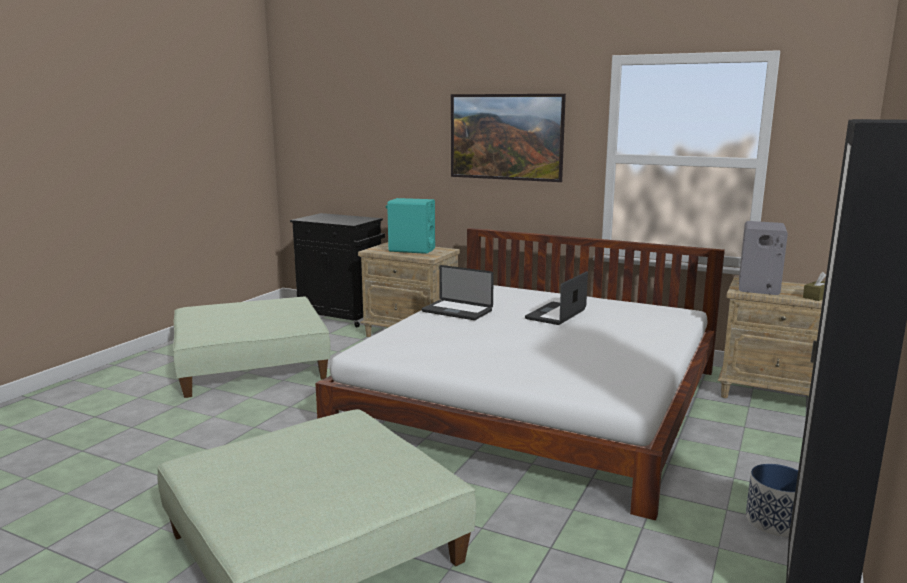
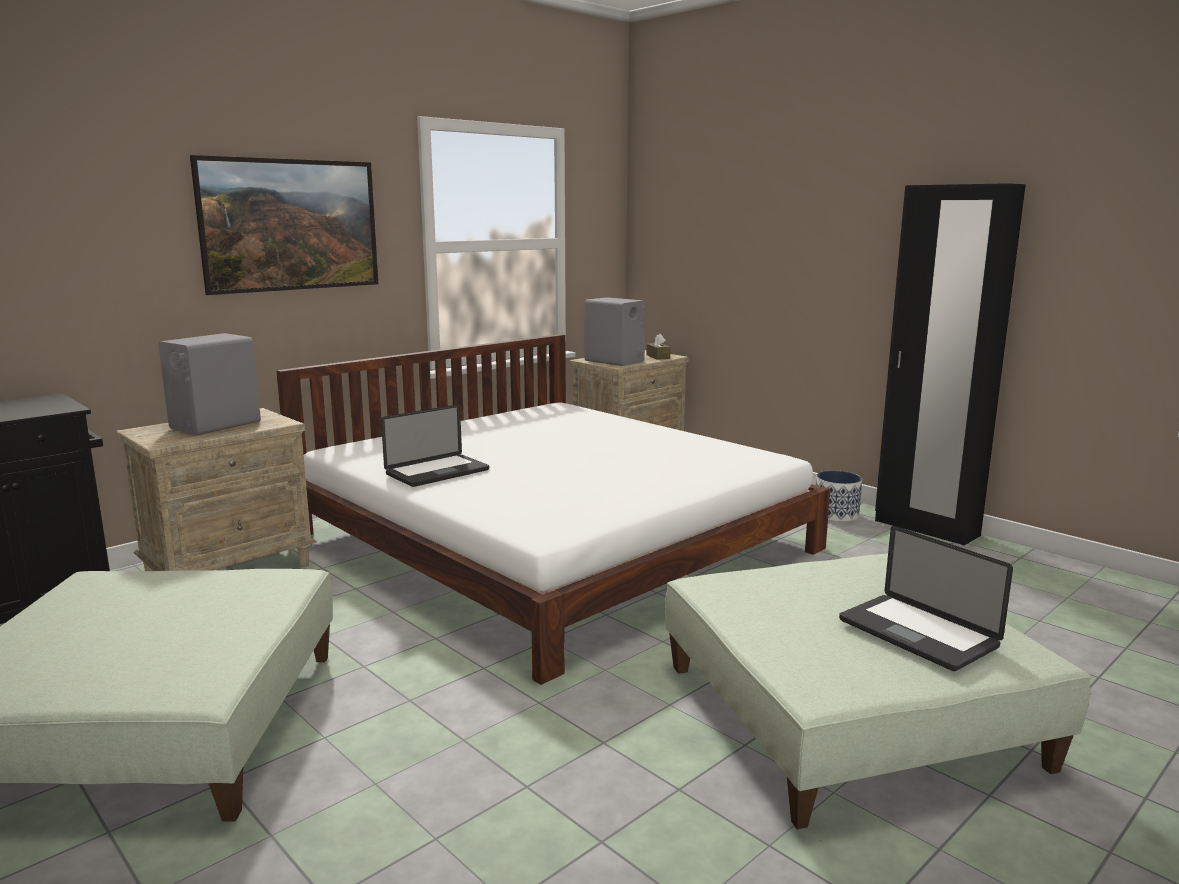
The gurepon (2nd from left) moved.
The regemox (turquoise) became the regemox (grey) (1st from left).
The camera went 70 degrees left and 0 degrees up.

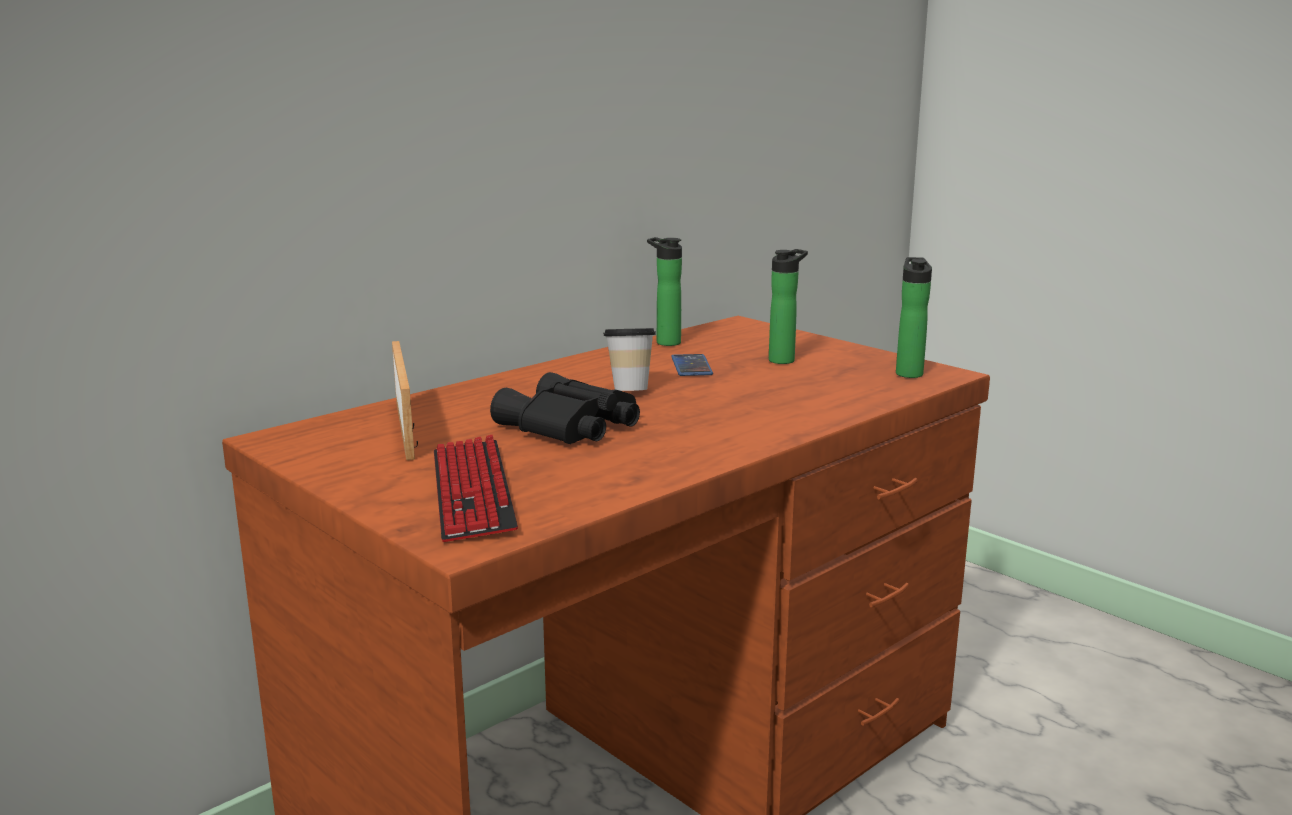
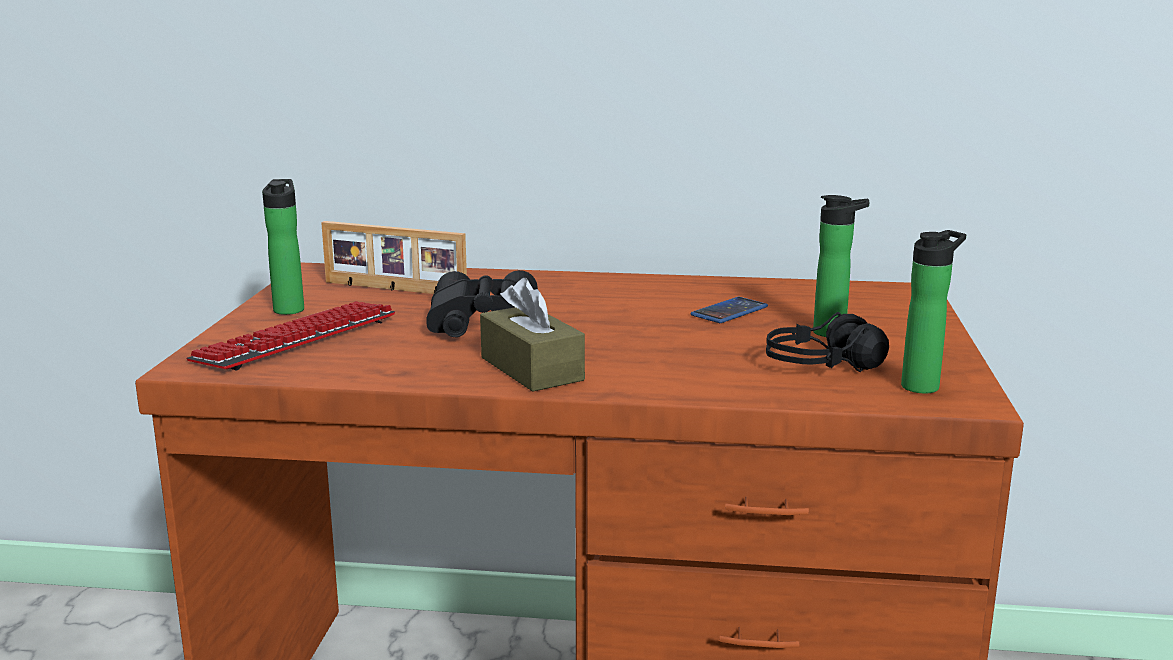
The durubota disappeared.
The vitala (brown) appeared.
The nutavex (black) appeared.
The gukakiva (1st from left) moved.
The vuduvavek turned 75 degrees clockwise.
The camera went 50 degrees right and 0 degrees up.

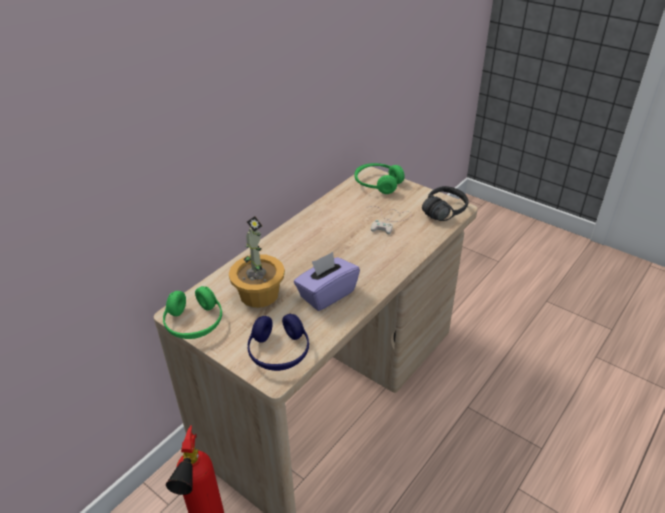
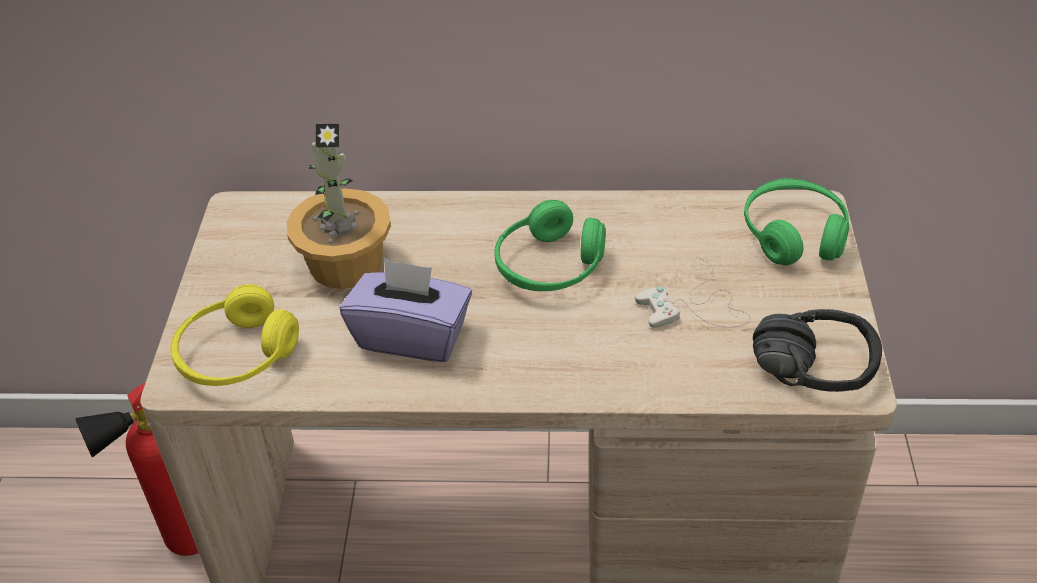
The nutavex (green) (1st from left) moved.
The nutavex (blue) became the nutavex (yellow).
The camera went 55 degrees right and 5 degrees up.

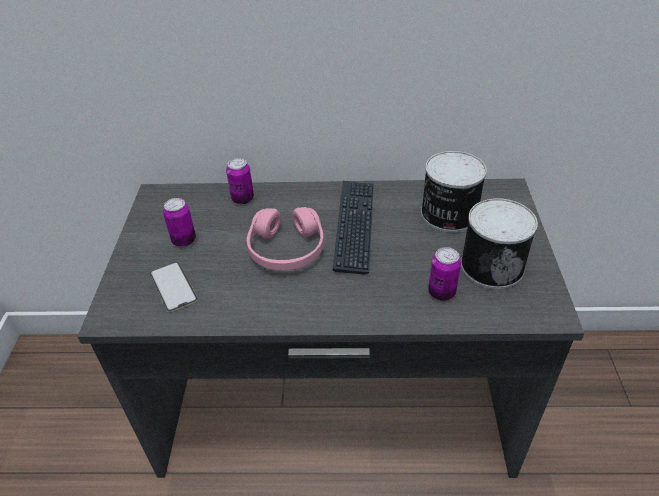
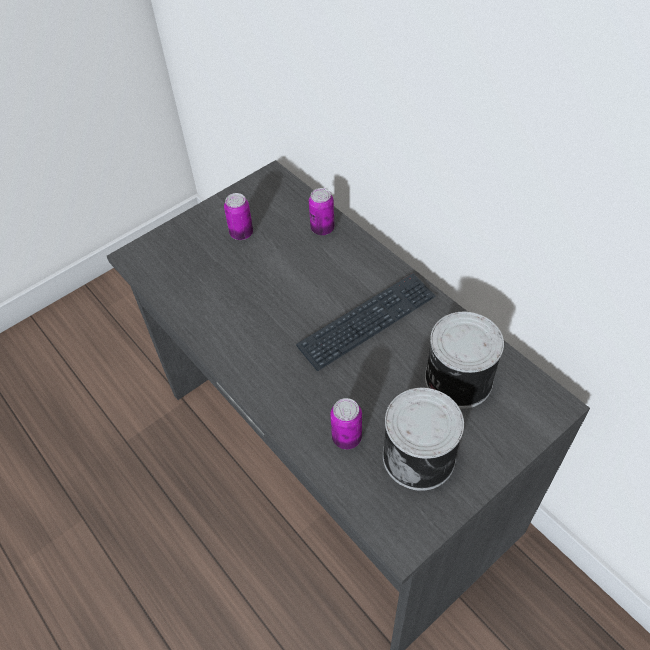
The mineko disappeared.
The nutavex (pink) disappeared.
The camera went 50 degrees right and 10 degrees up.

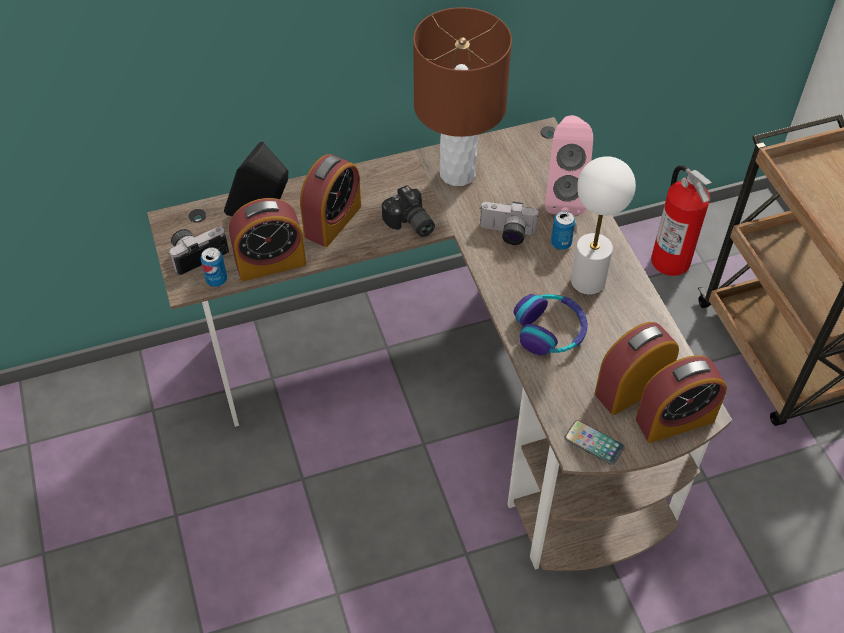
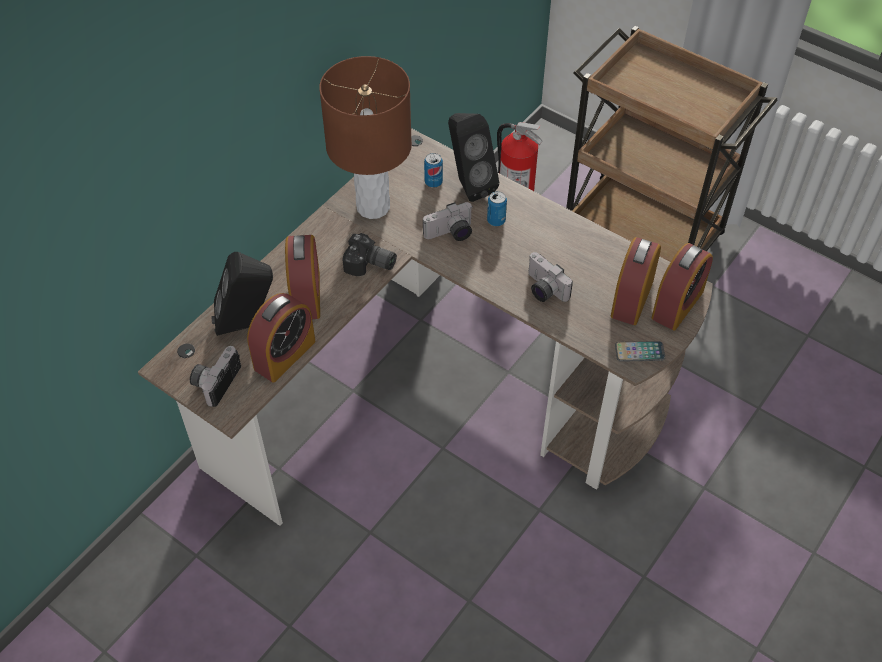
The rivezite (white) disappeared.
The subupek (1st from left) moved.
The nutavex was replaced by the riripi (4th from left).
The regemox (pink) became the regemox (black) (2nd from left).
The camera went 35 degrees left and 0 degrees up.

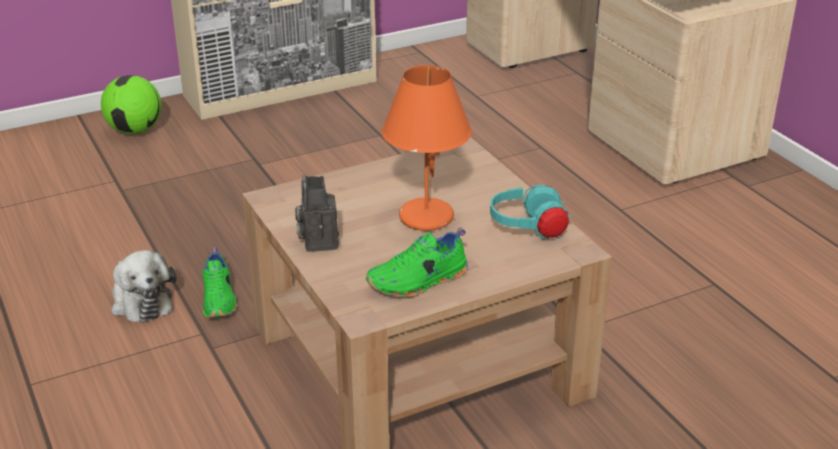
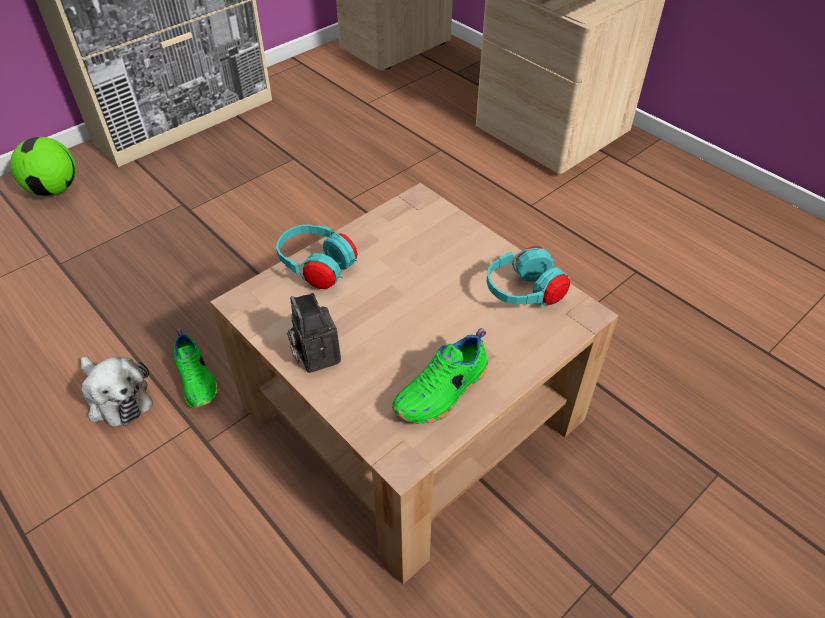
The rivezite (orange) disappeared.
The nutavex (turquoise) (1st from left) appeared.
The camera went 15 degrees left and 15 degrees up.

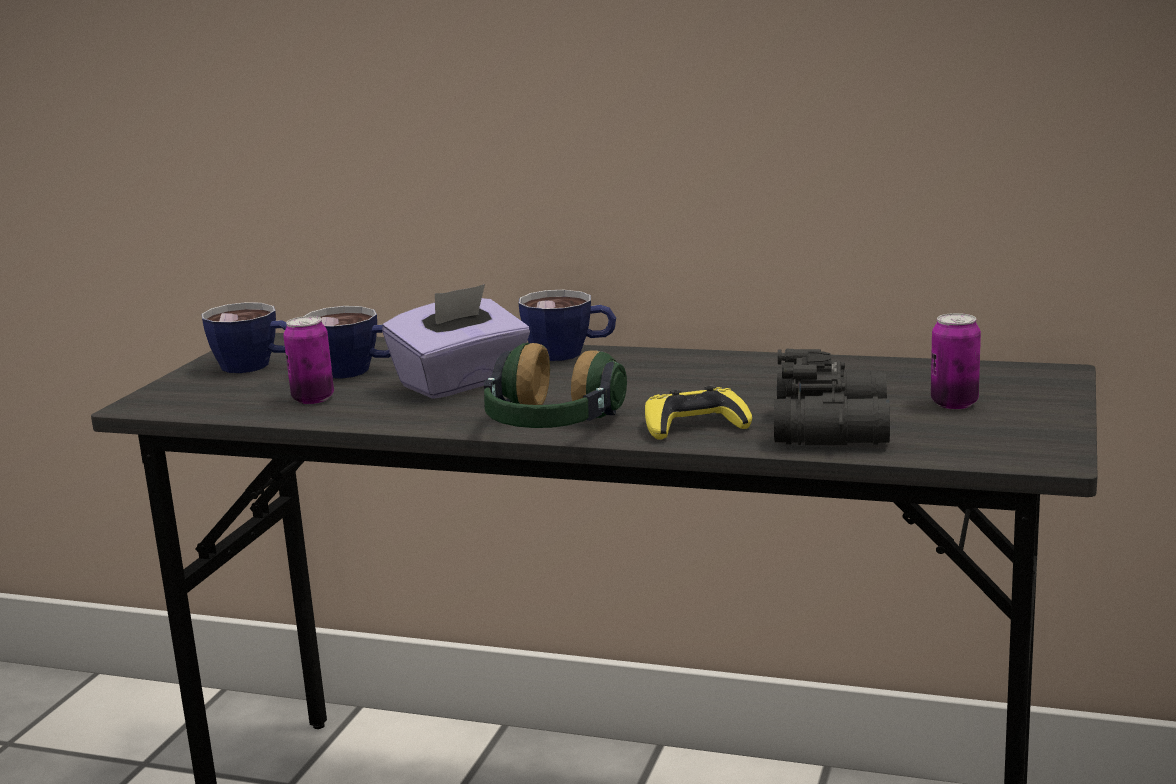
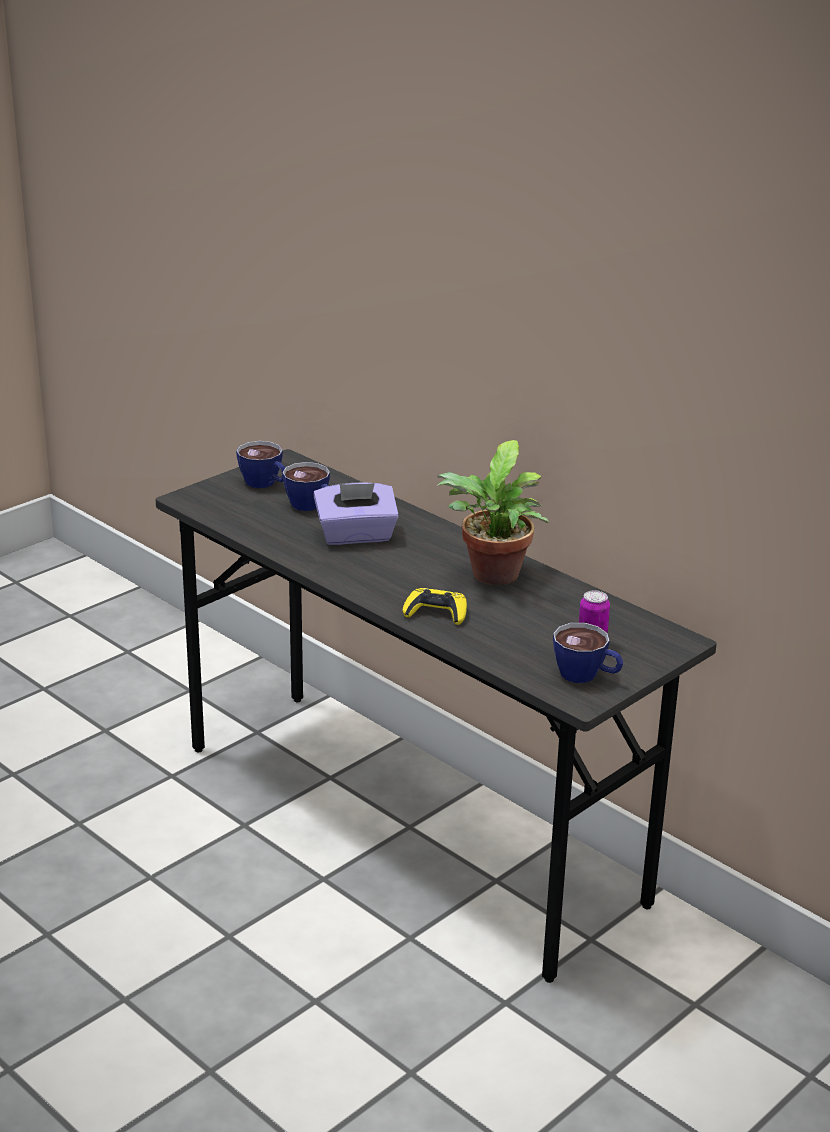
The subupek (1st from left) disappeared.
The nutavex disappeared.
The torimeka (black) disappeared.
The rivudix appeared.
The durubota (3rd from left) moved.
The camera went 25 degrees right and 10 degrees up.

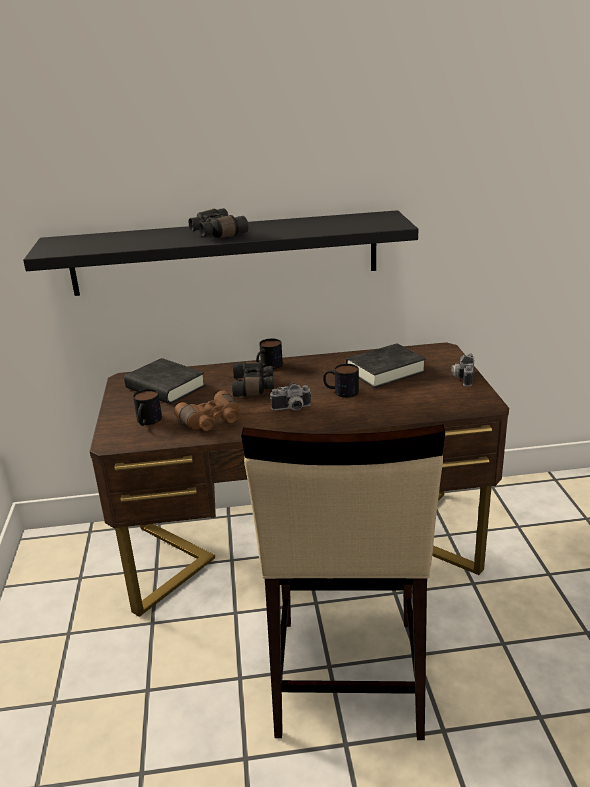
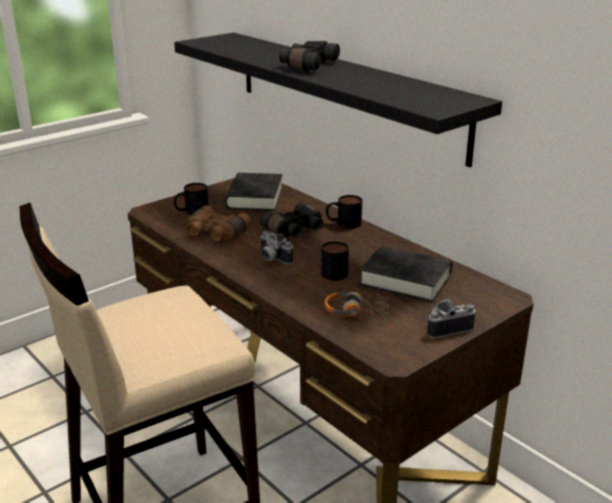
The nutavex appeared.
The camera went 55 degrees right and 0 degrees up.

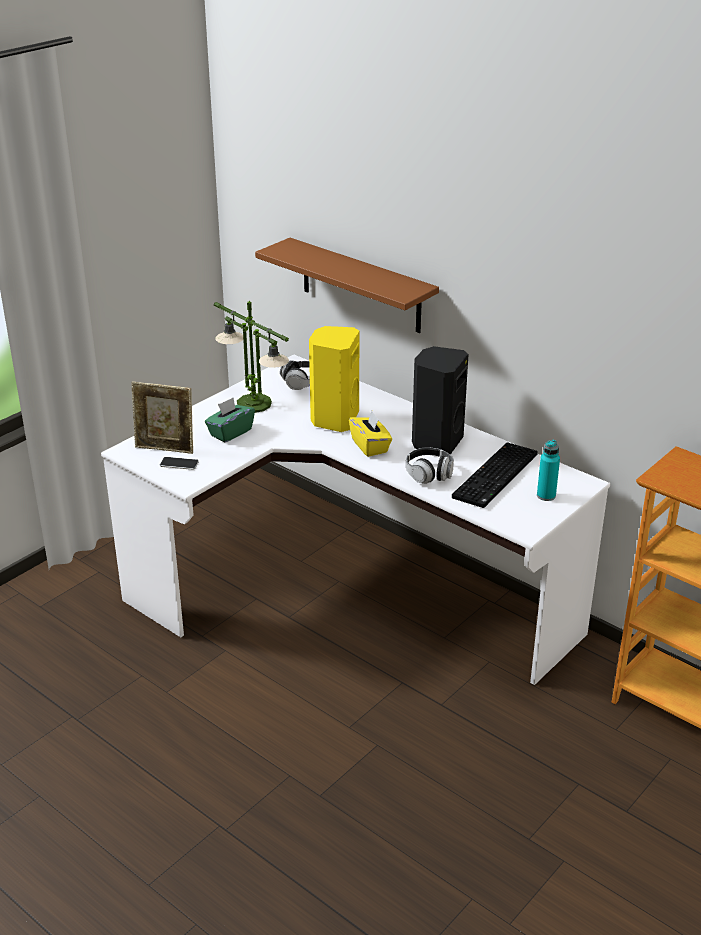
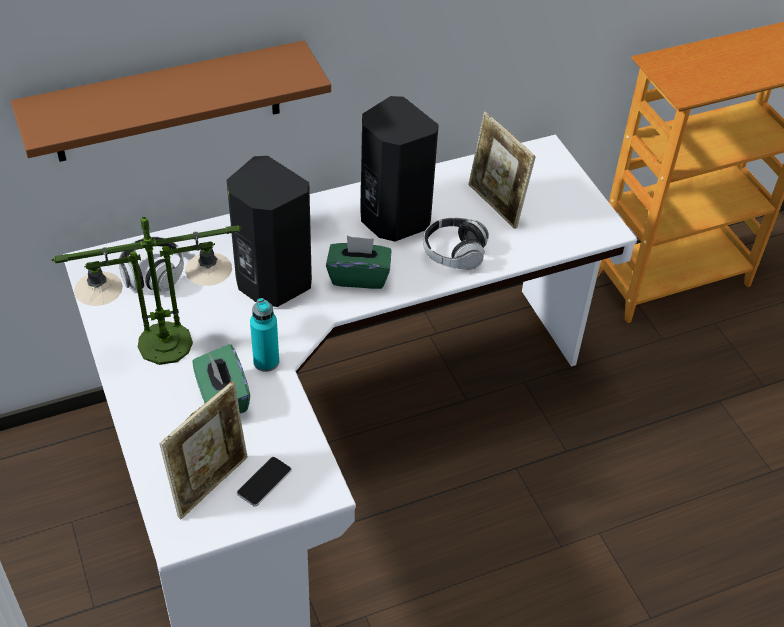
The gukakiva (turquoise) moved.
The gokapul was replaced by the vuduvavek (2nd from left).
The regemox (yellow) became the regemox (black) (1st from left).
The vitala (yellow) became the vitala (green) (2nd from left).
The camera went 65 degrees left and 15 degrees up.

